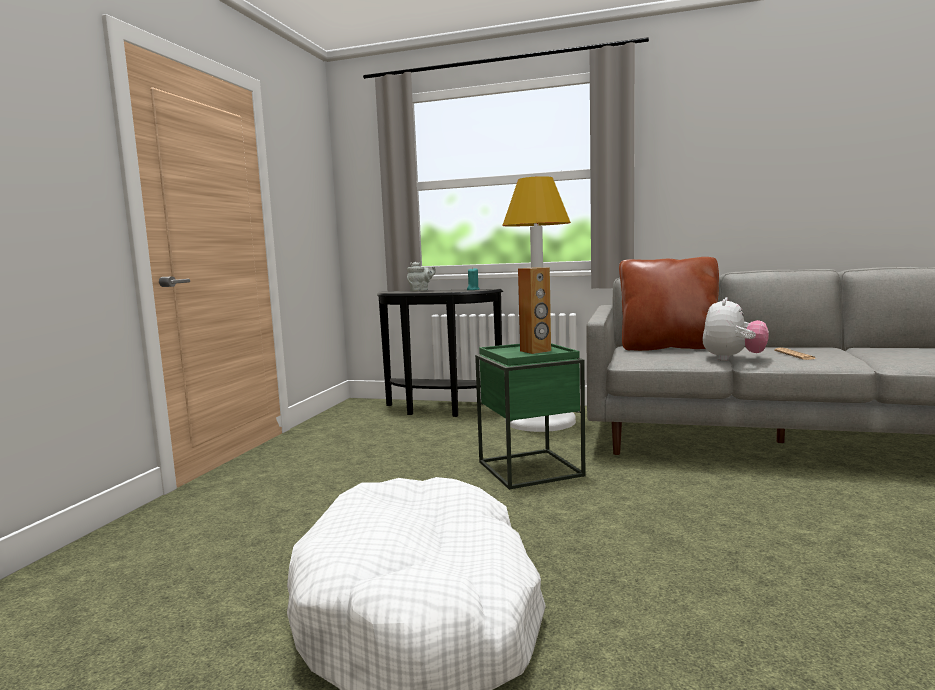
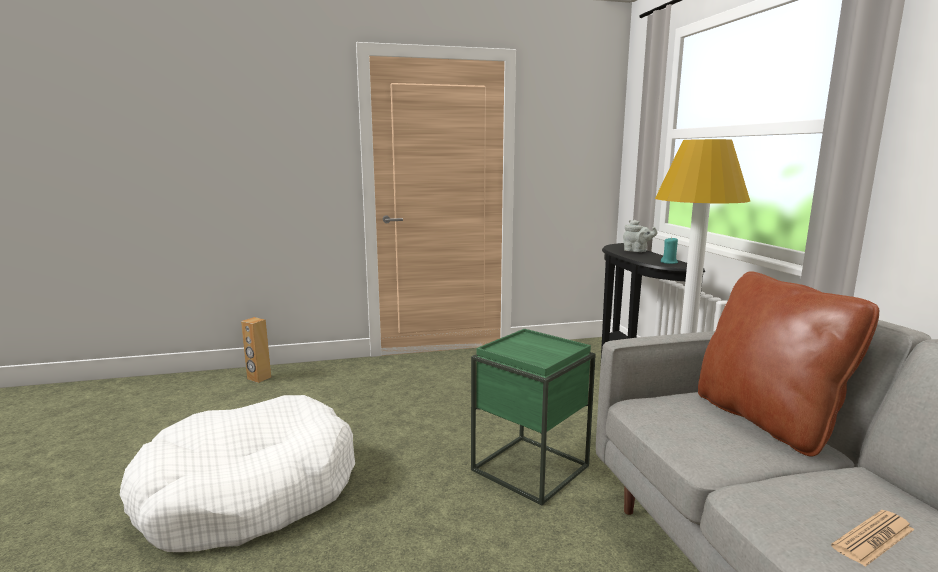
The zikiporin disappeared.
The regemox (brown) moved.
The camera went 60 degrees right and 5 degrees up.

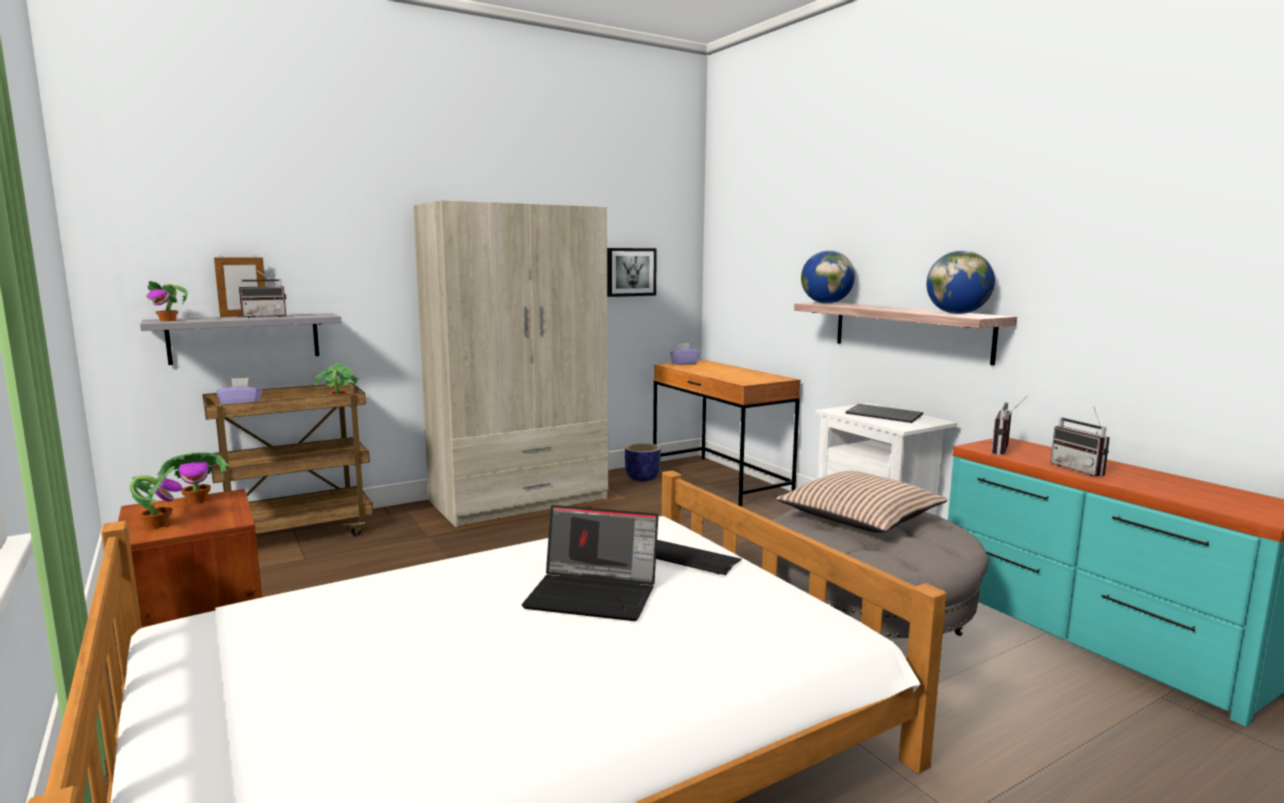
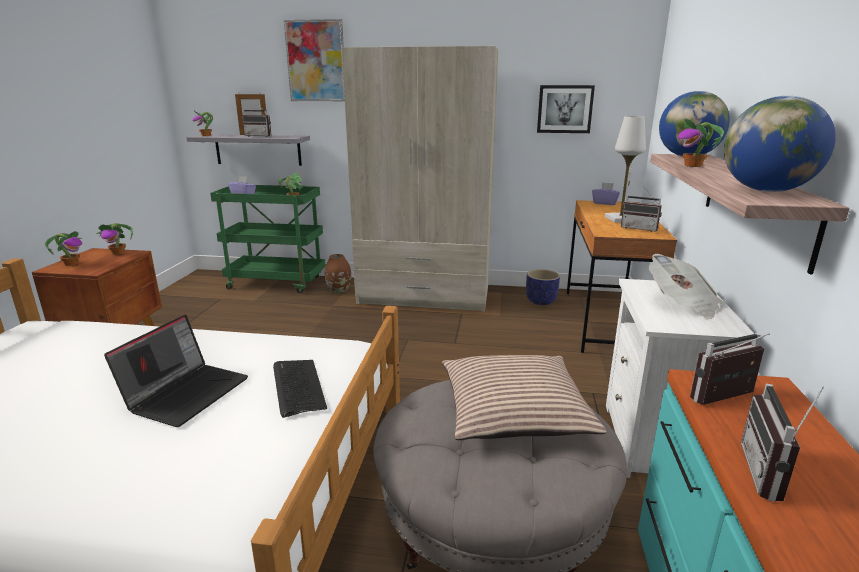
The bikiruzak (1st from left) appeared.
The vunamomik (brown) appeared.
The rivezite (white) appeared.
The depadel (2nd from left) appeared.
The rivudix (5th from left) appeared.
The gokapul (2nd from left) was replaced by the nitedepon.
The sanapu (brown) became the sanapu (green).
The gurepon turned 120 degrees counterclockwise.
The camera went 40 degrees right and 10 degrees up.

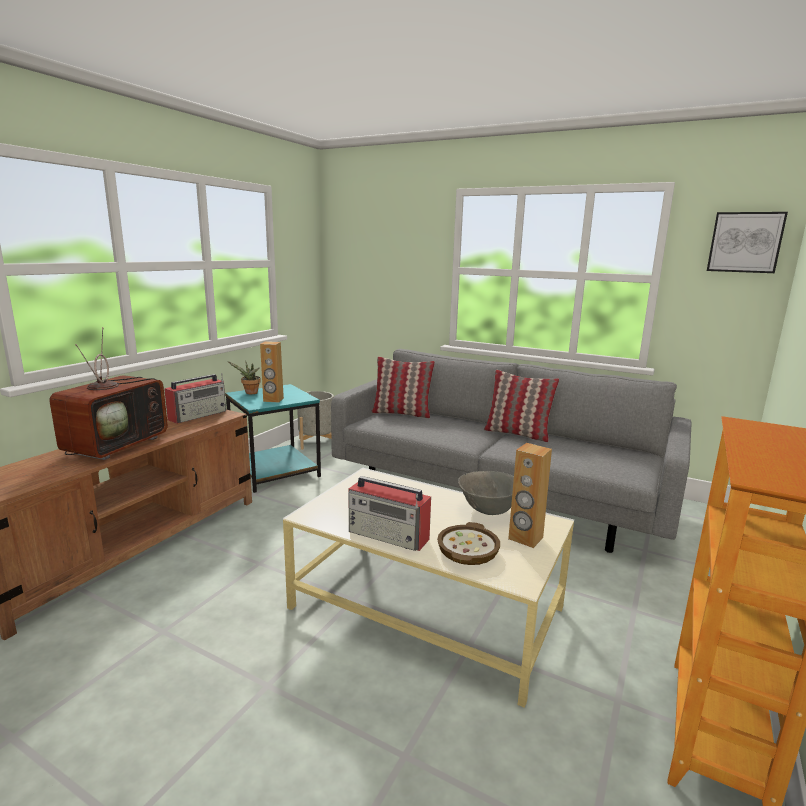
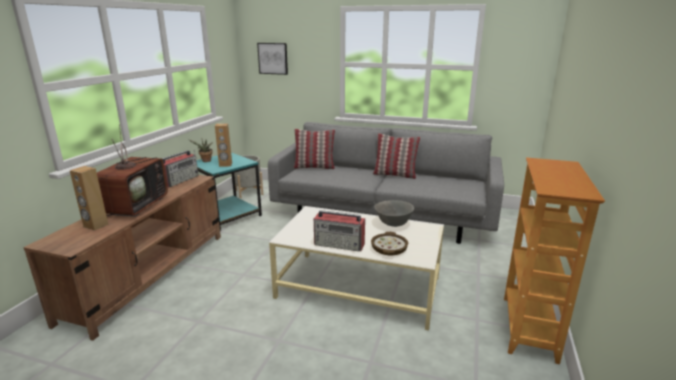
The regemox (brown) (2nd from left in the first image) moved.
The bikiruzak moved.
The camera went 10 degrees left and 5 degrees up.

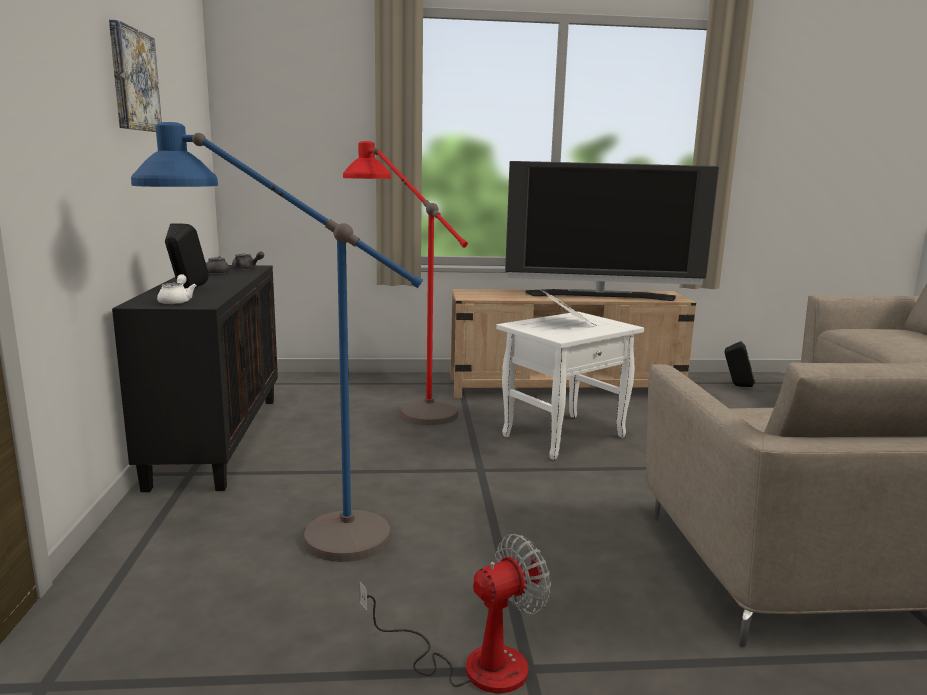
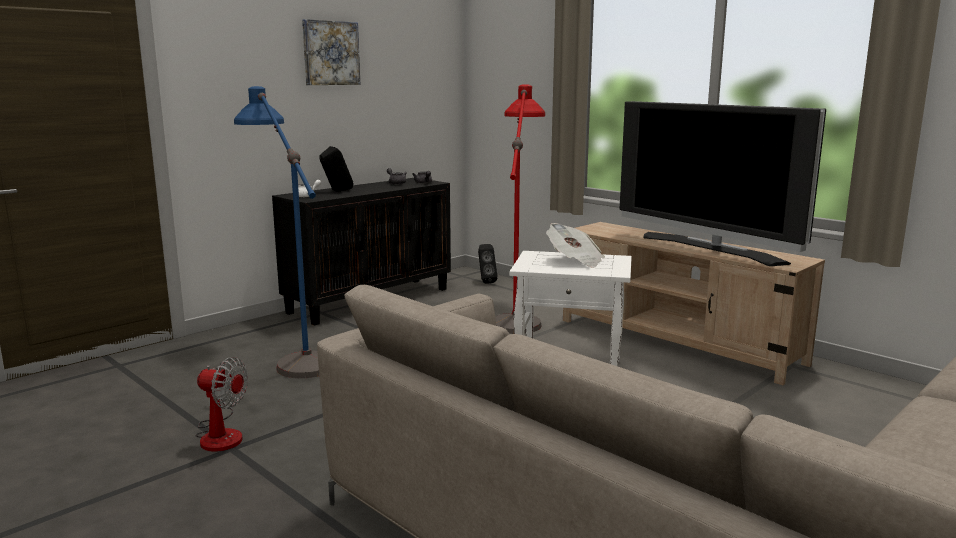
The regemox (black) (2nd from left) moved.
The camera went 50 degrees right and 0 degrees up.

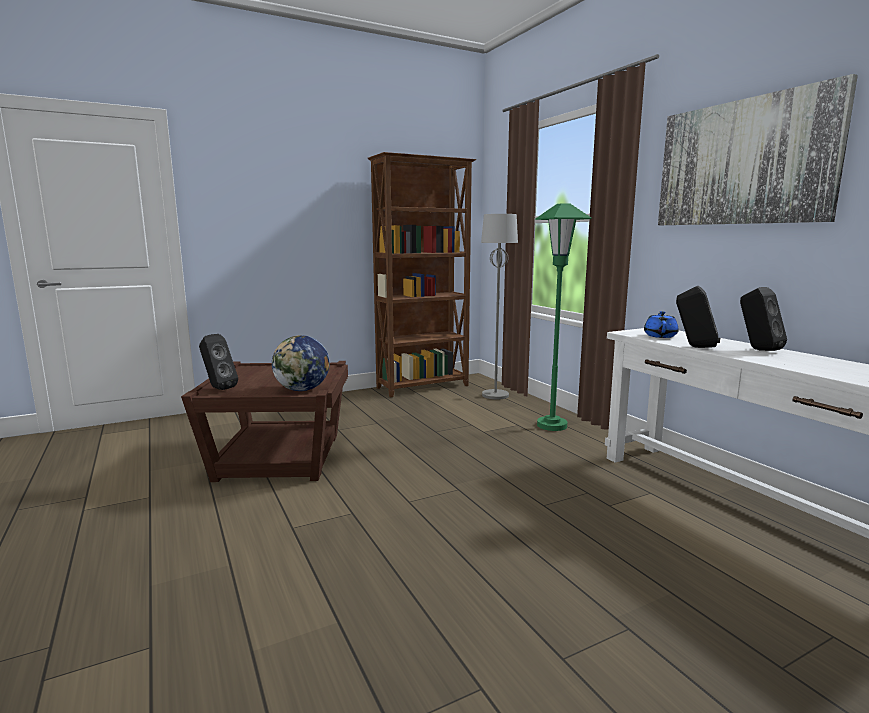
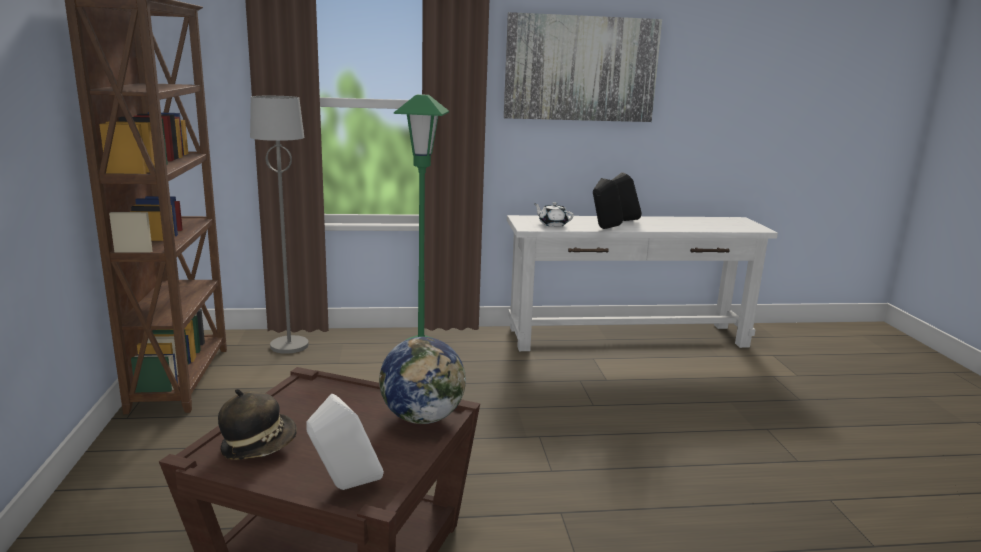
The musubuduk appeared.
The regemox (black) (1st from left) became the regemox (white).
The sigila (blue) became the sigila (white).
The camera went 70 degrees left and 5 degrees up.

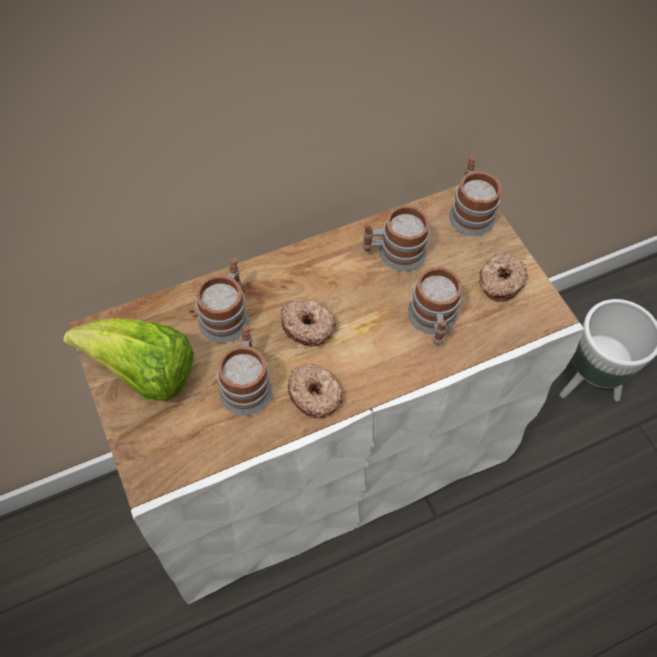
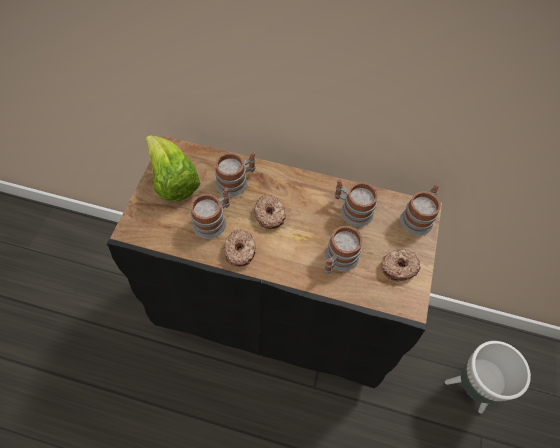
The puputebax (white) became the puputebax (black).
The camera went 40 degrees right and 0 degrees up.

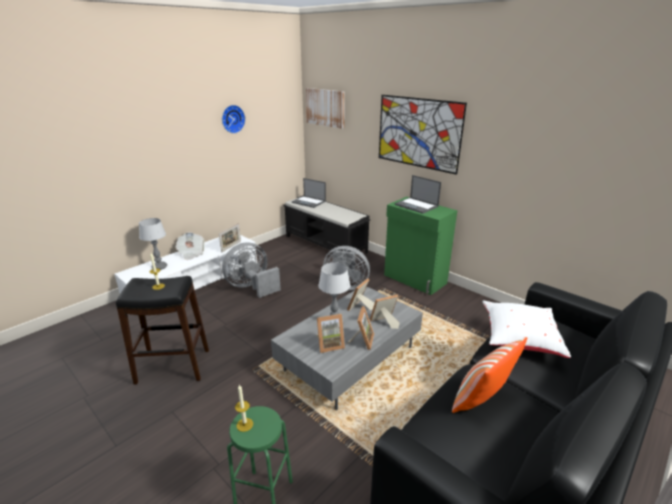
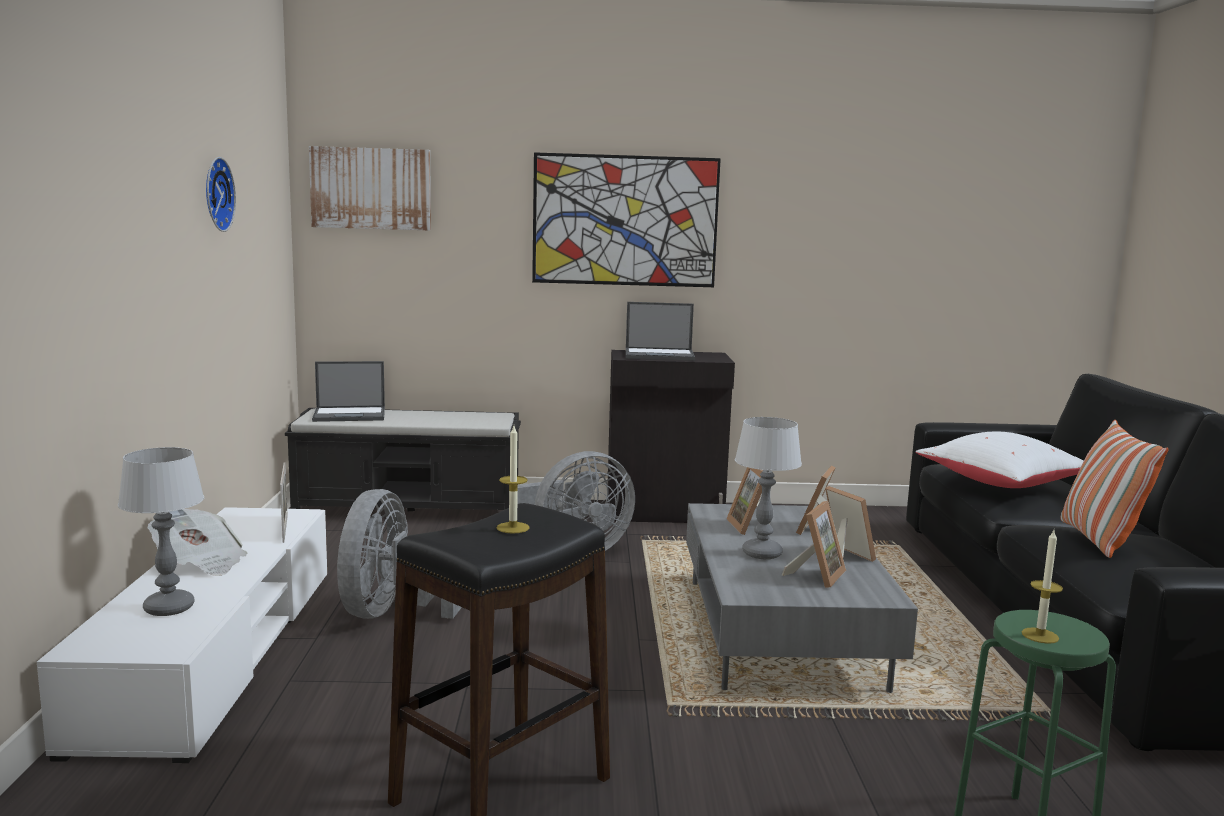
The puputebax (green) became the puputebax (black).
The camera went 45 degrees left and 15 degrees down.

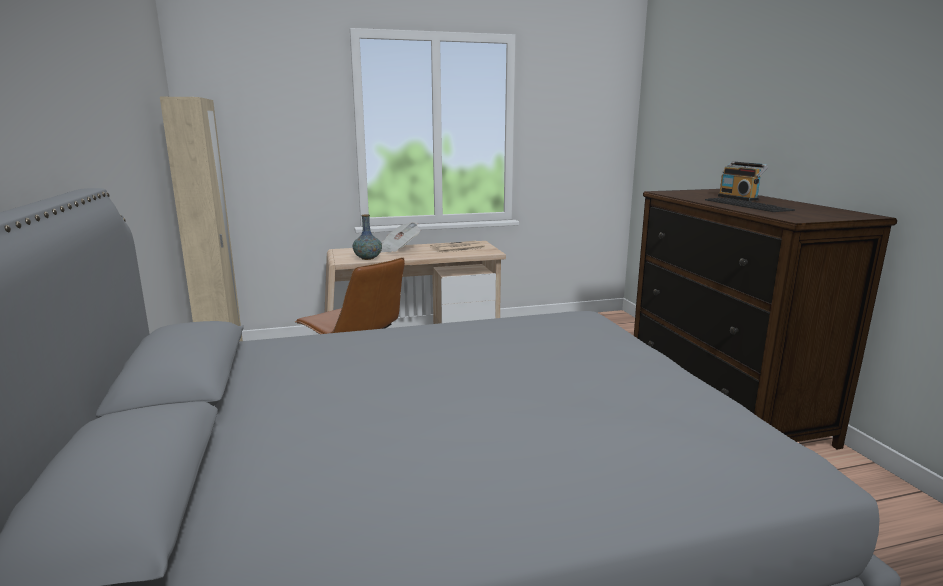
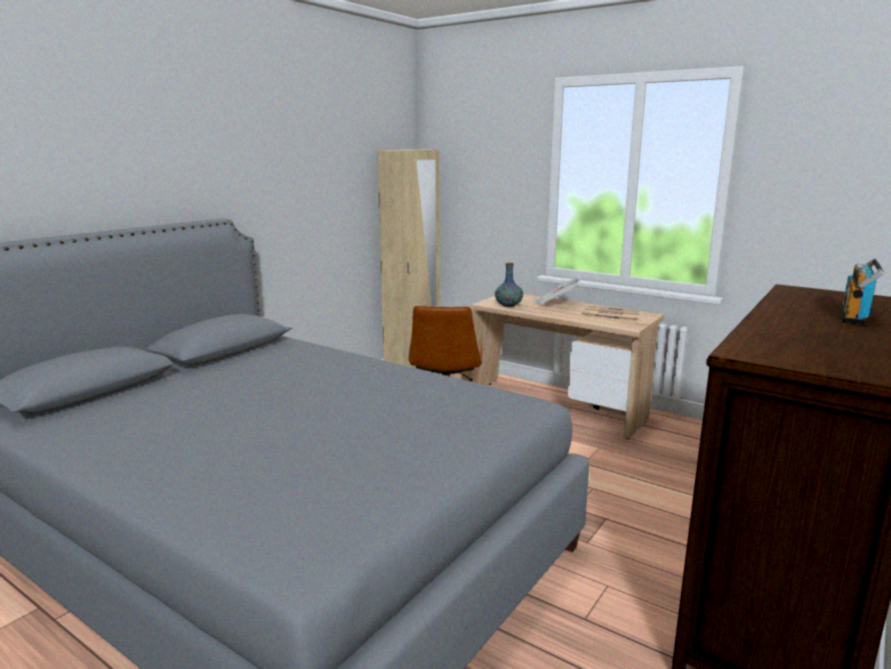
The gokapul disappeared.
The camera went 50 degrees right and 0 degrees up.

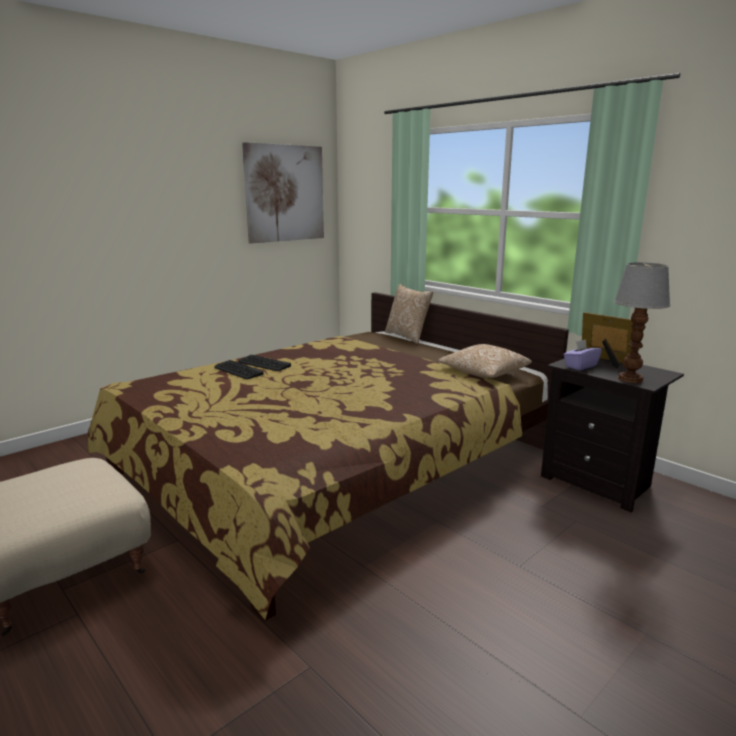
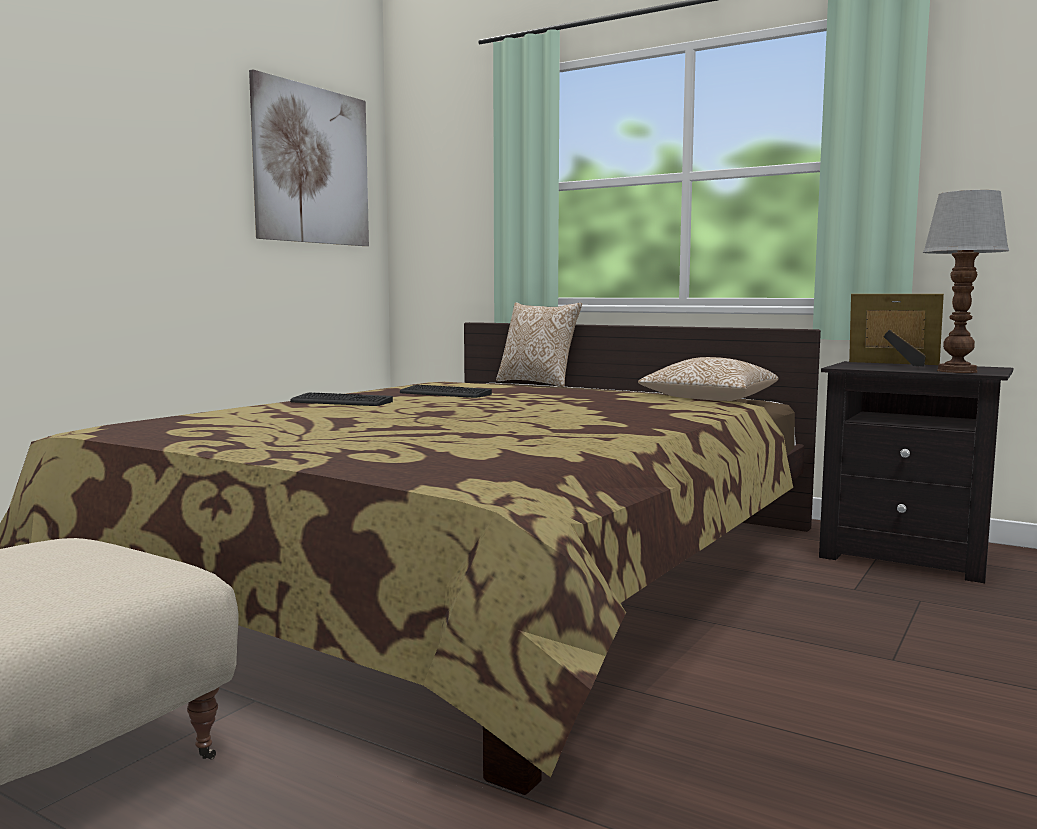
The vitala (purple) disappeared.
The gokapul (1st from left in the first image) moved.
The camera went 15 degrees left and 10 degrees down.

